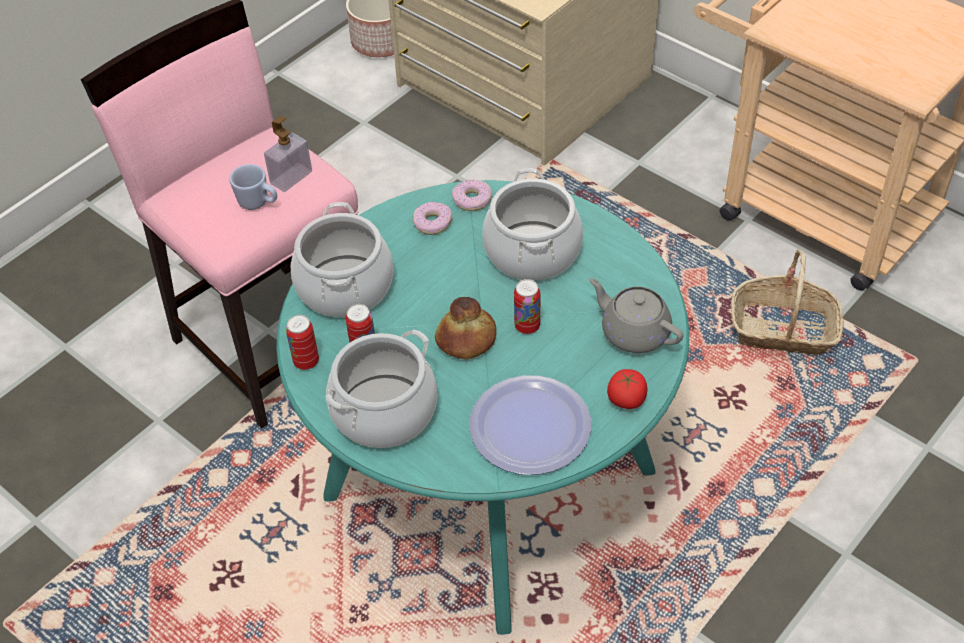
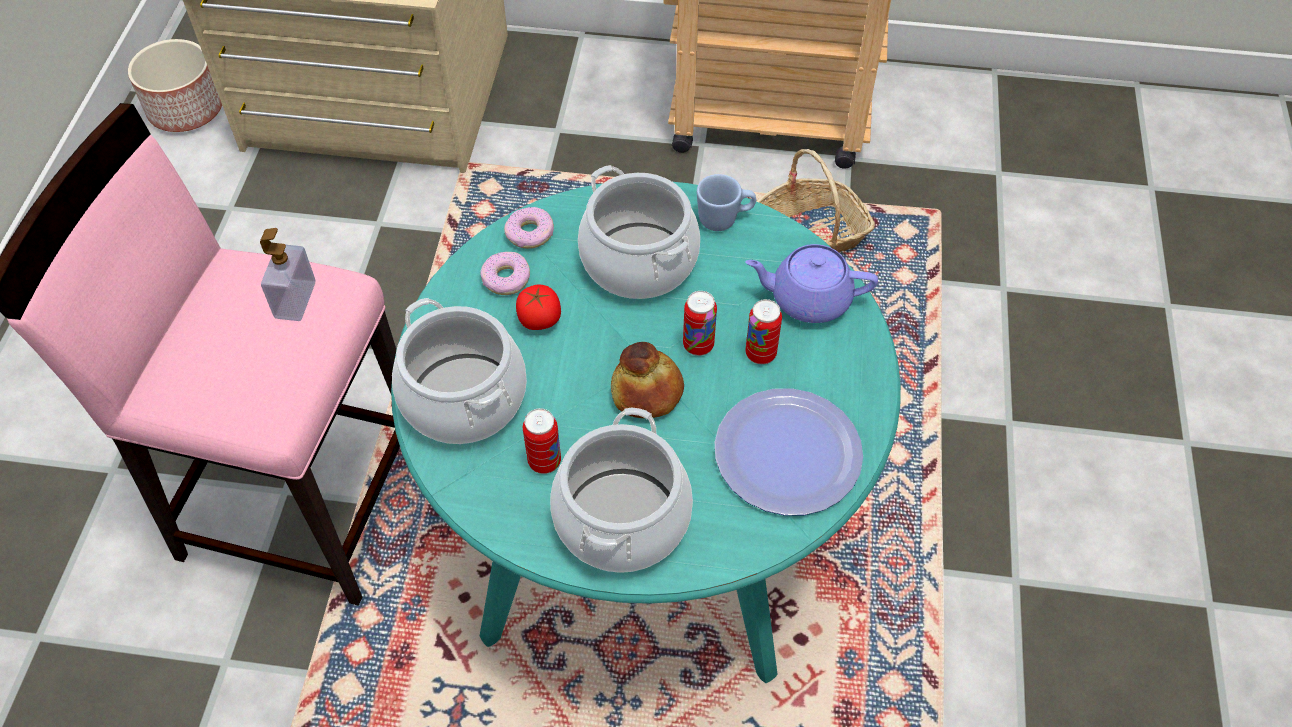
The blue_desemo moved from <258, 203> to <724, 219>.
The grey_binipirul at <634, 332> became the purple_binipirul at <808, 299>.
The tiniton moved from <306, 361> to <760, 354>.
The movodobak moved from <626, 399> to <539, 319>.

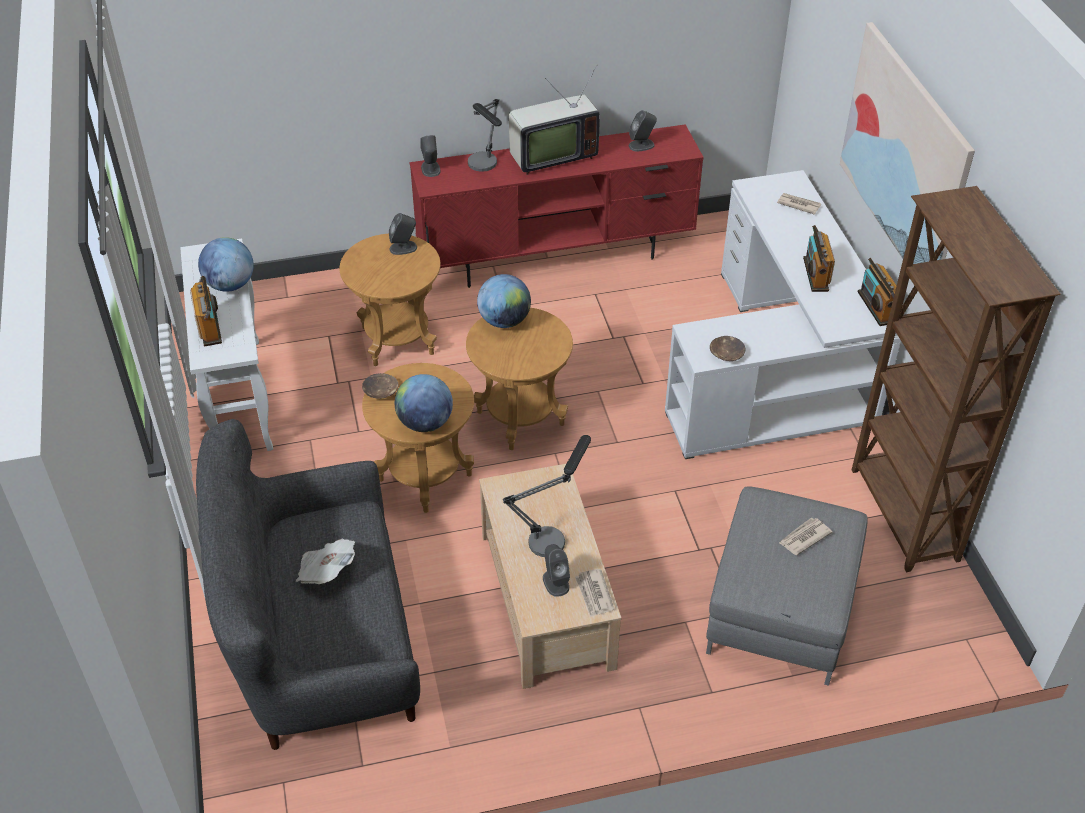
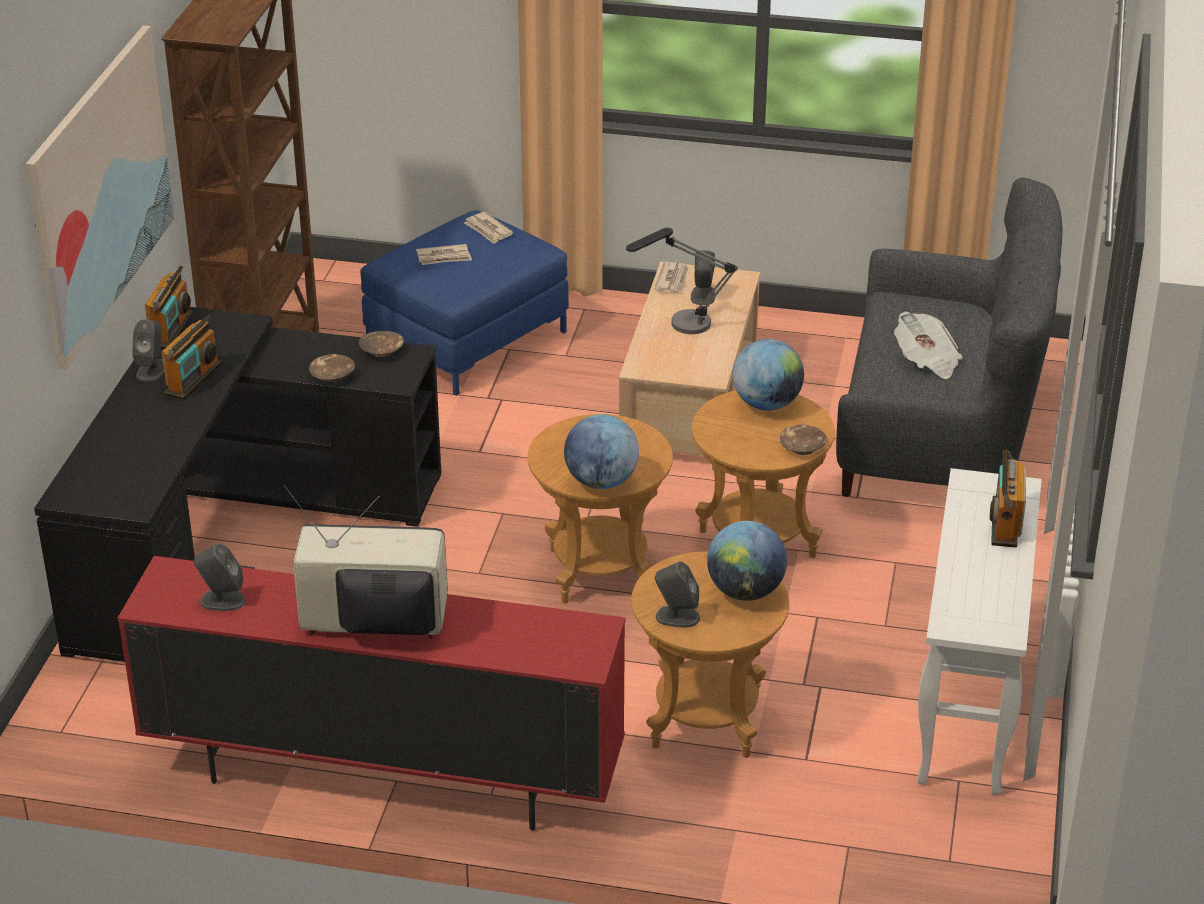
The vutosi at <486, 167> disappeared.
The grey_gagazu moved from <430, 169> to <152, 370>.
The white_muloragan at <778, 368> became the black_muloragan at <232, 531>.
The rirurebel moved from <798, 204> to <488, 230>.
The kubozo moved from <230, 285> to <745, 591>.
The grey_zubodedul at <781, 610> became the blue_zubodedul at <467, 339>.
The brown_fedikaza at <333, 375> appeared.

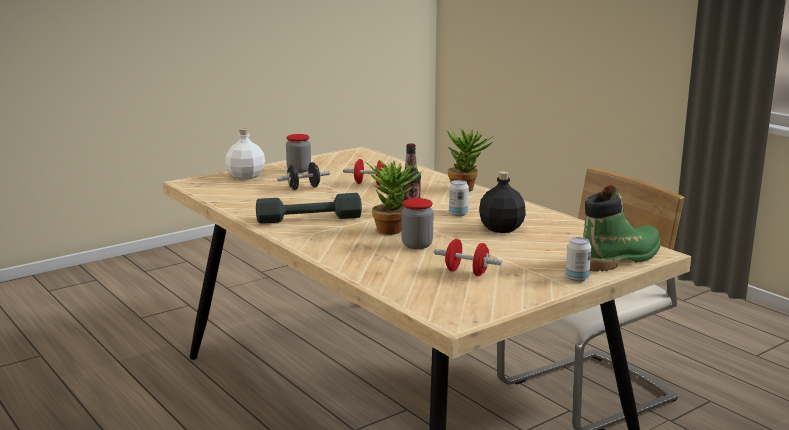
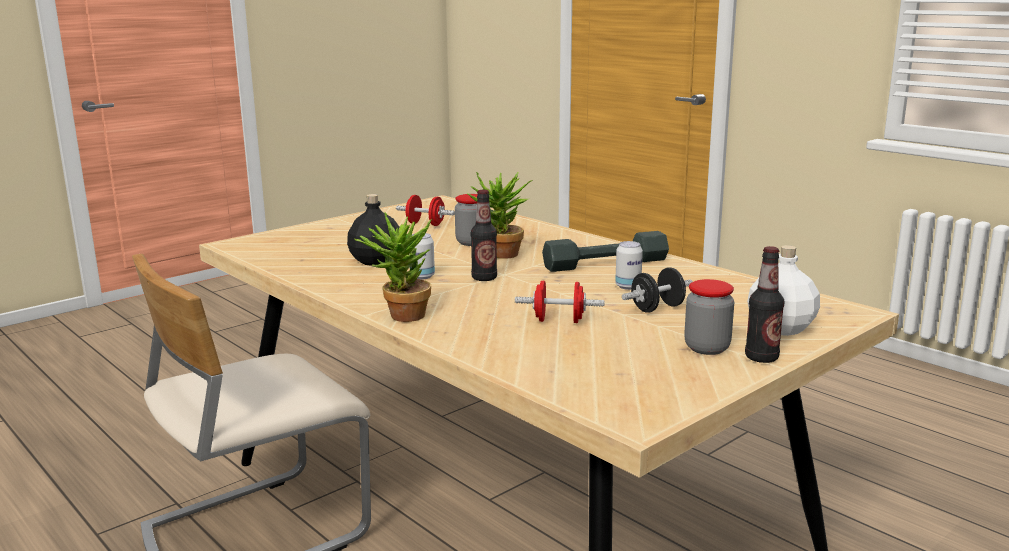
The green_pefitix at <620, 259> disappeared.
The tiniton moved from <577, 278> to <628, 286>.
The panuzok at <761, 358> appeared.

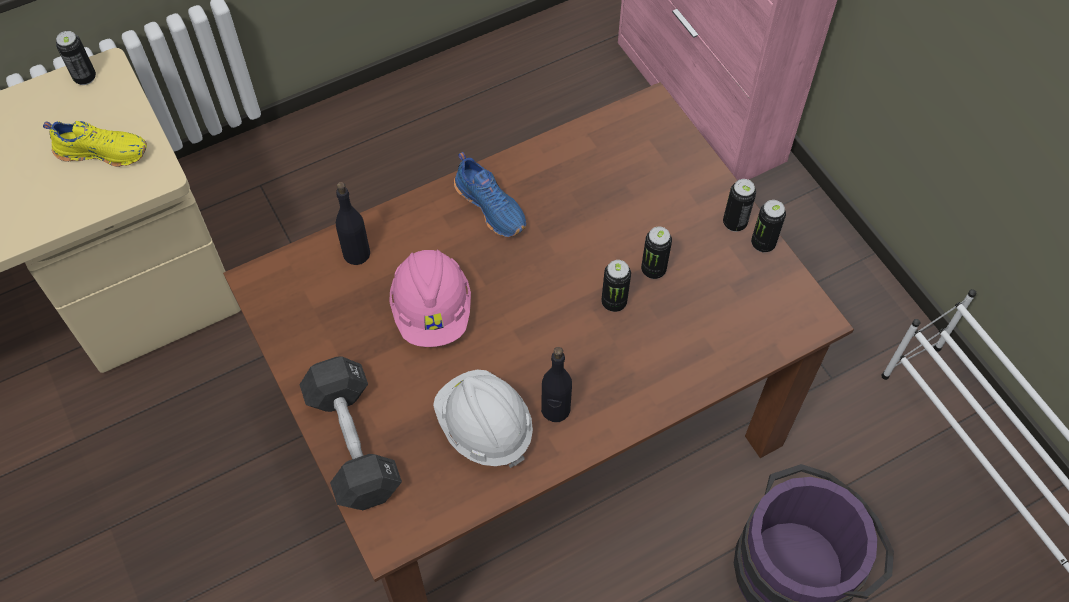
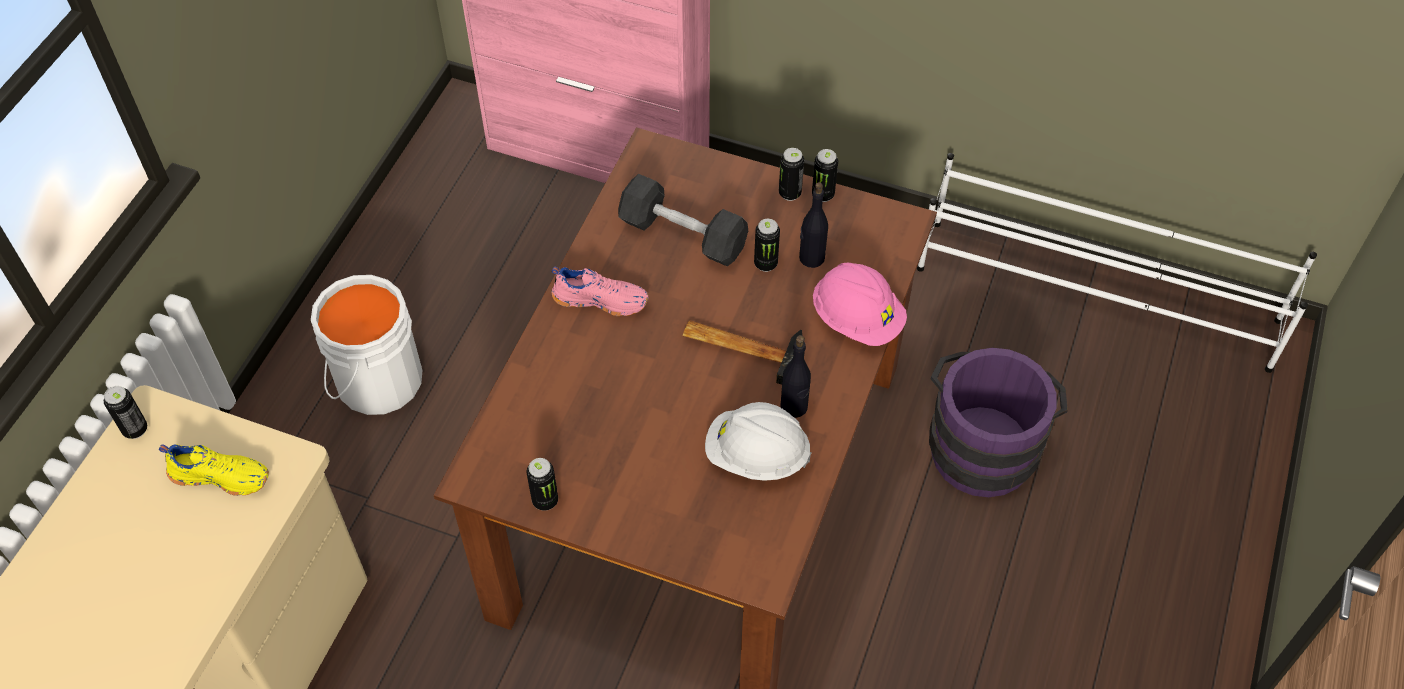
The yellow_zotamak at <103, 151> turned 45 degrees clockwise.
The blue_zotamak at <492, 206> became the pink_zotamak at <601, 299>.
The black_panuzok moved from <356, 253> to <811, 258>.
The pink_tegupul moved from <432, 310> to <857, 319>.
The tiniton moved from <614, 302> to <545, 500>.
The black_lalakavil moved from <353, 443> to <683, 235>.
The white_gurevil at <374, 379> appeared.
The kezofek at <741, 345> appeared.

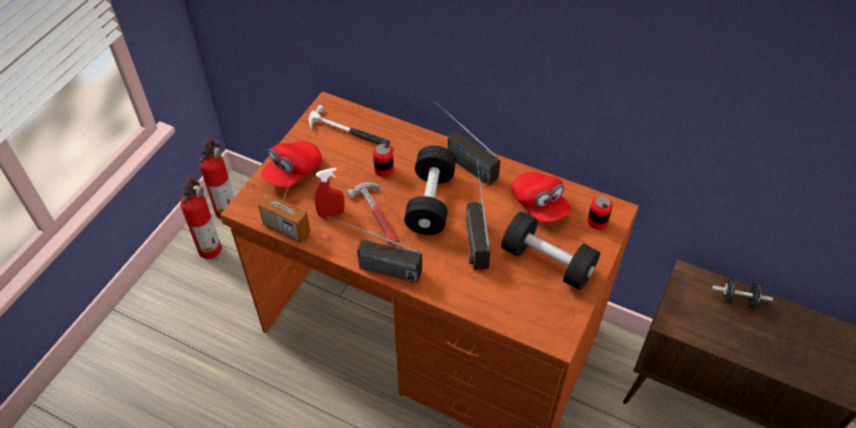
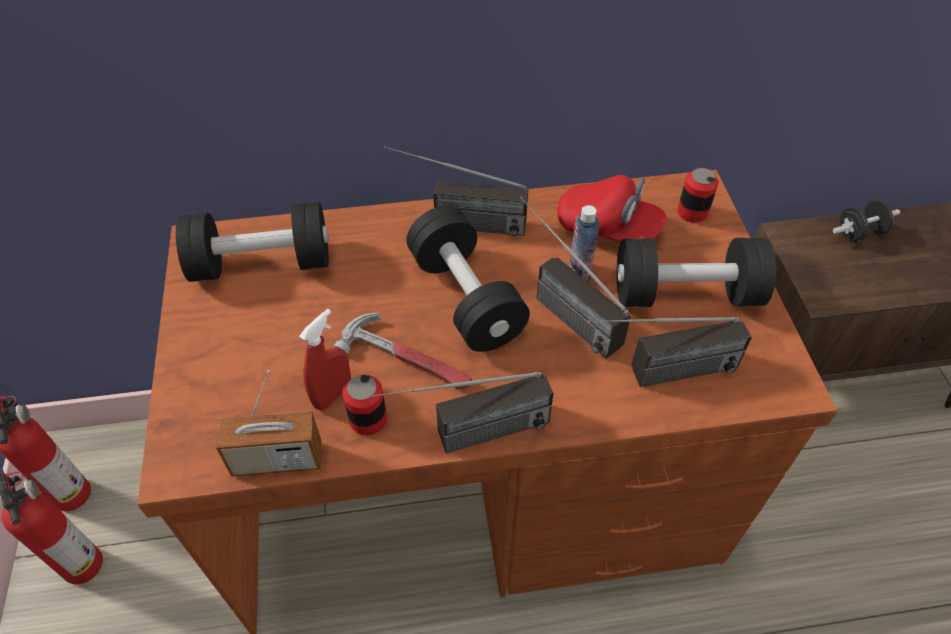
The kezofek at <348, 132> was replaced by the black_lalakavil at <262, 263>.
The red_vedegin at <293, 172> disappeared.
The tiniton moved from <384, 170> to <368, 419>.
The panuzok at <579, 272> appeared.
The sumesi at <658, 375> appeared.

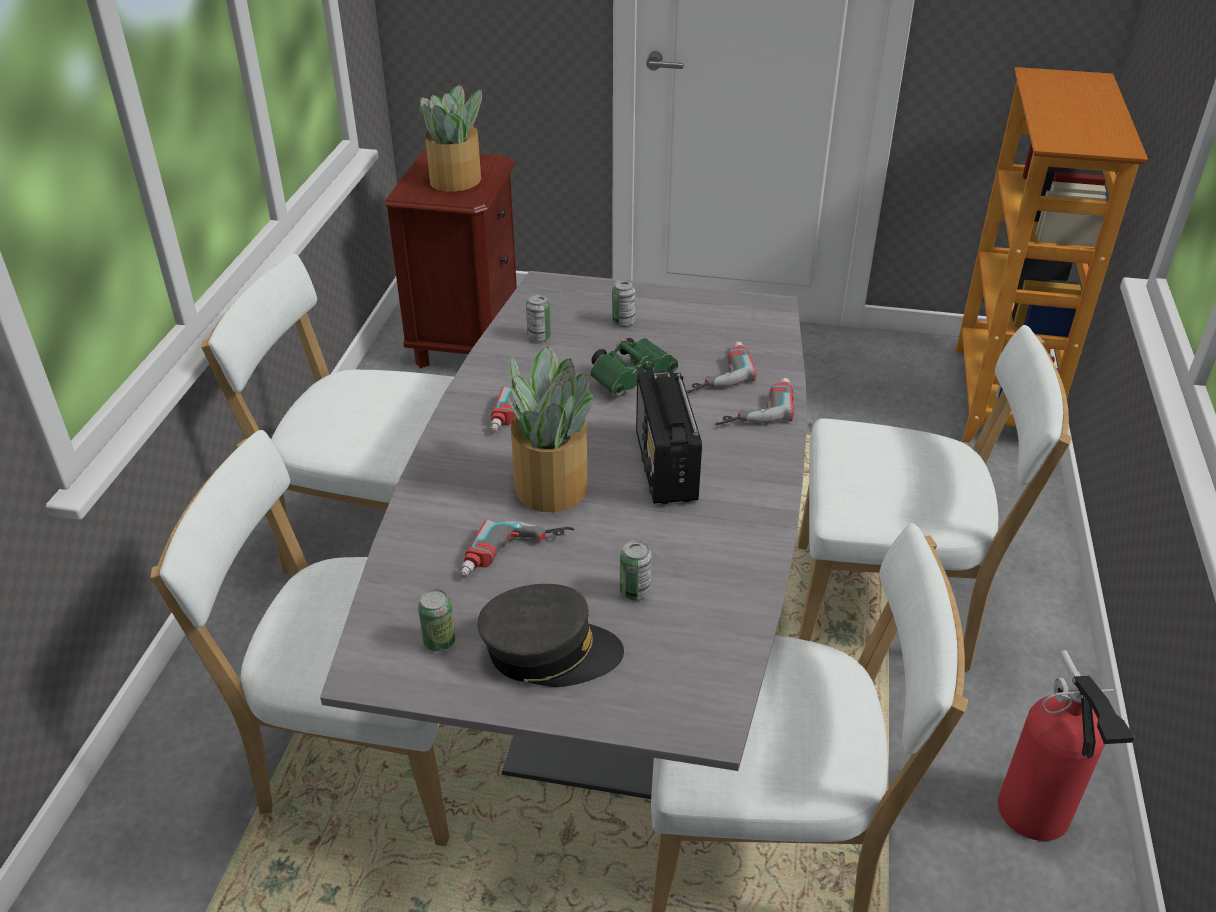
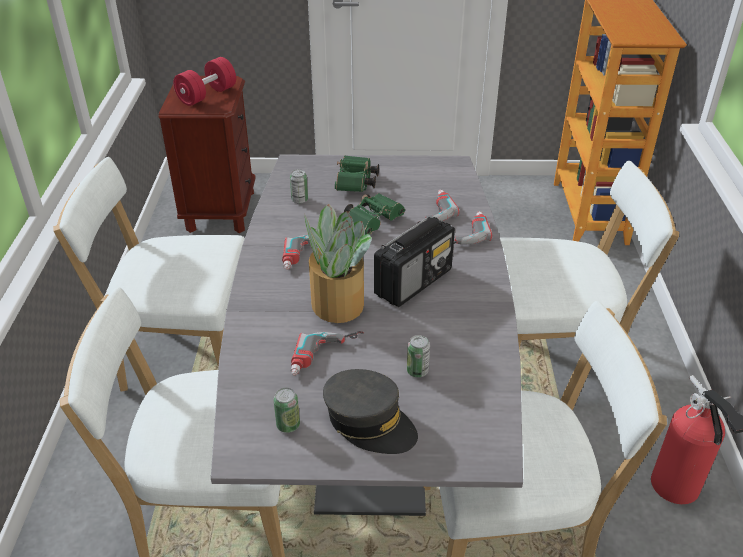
The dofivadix at <457, 180> was replaced by the red_lalakavil at <207, 95>.
The tiniton at <623, 322> was replaced by the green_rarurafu at <356, 184>.
The sumesi at <665, 467> turned 120 degrees counterclockwise.
The grey_vedegin at <549, 652> turned 45 degrees clockwise.

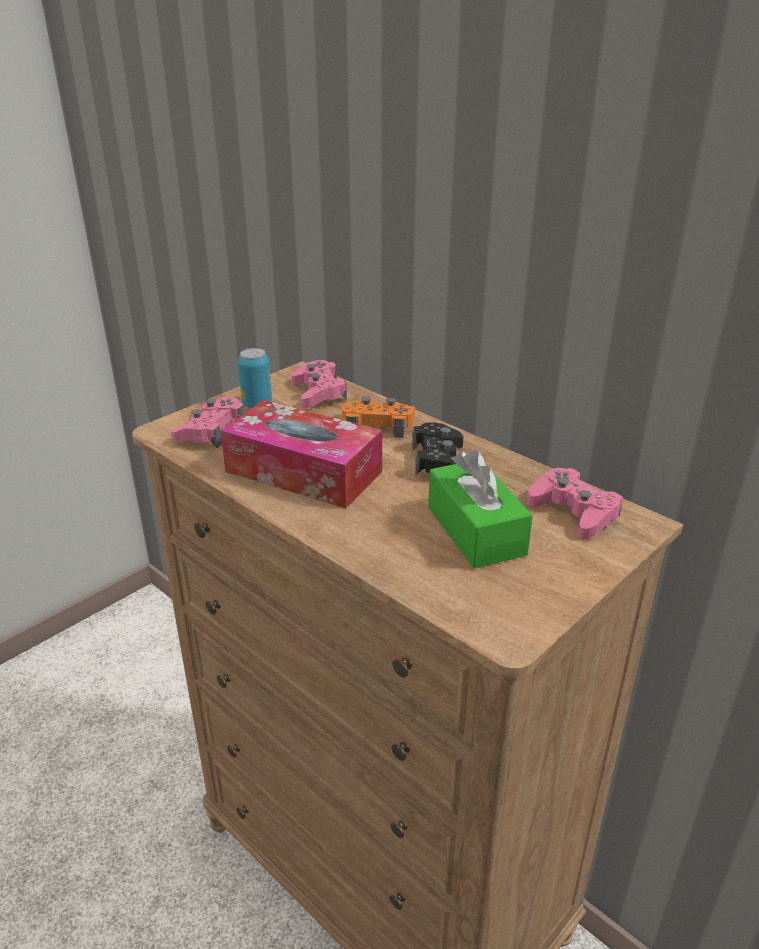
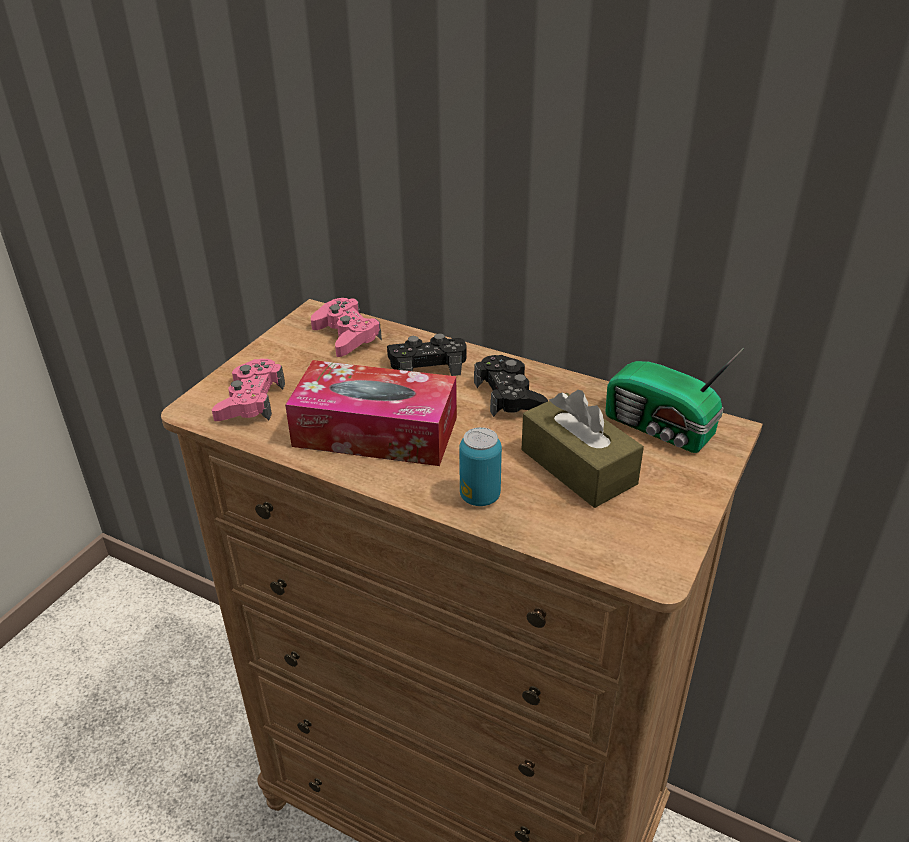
The tiniton moved from <257, 404> to <480, 496>.
The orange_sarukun at <378, 425> became the black_sarukun at <427, 364>.
The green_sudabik at <475, 531> became the brown_sudabik at <578, 467>.
The pink_sarukun at <574, 512> was replaced by the sumesi at <660, 429>.

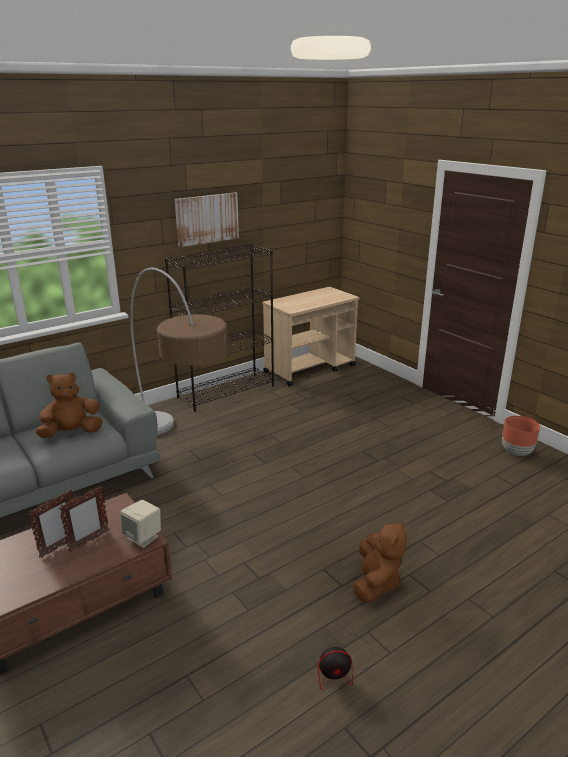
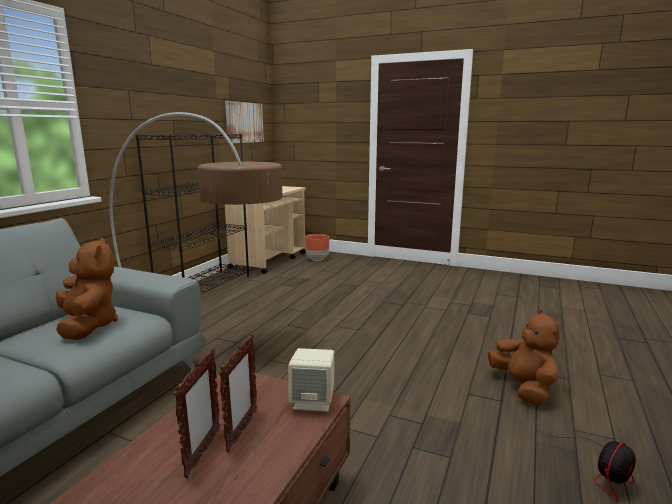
The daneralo moved from <207, 219> to <244, 122>.
The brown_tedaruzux at <72, 433> turned 120 degrees clockwise.
The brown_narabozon moved from <516, 452> to <317, 259>.

